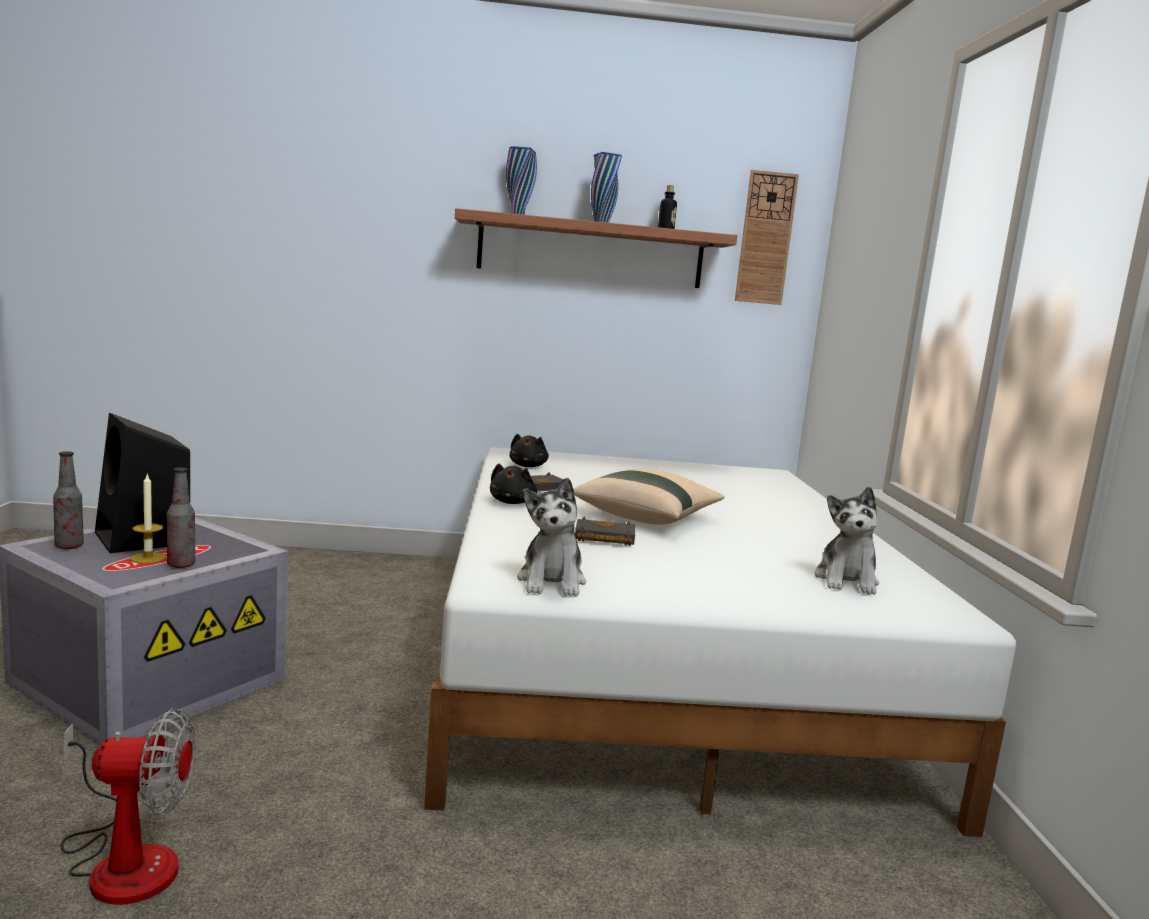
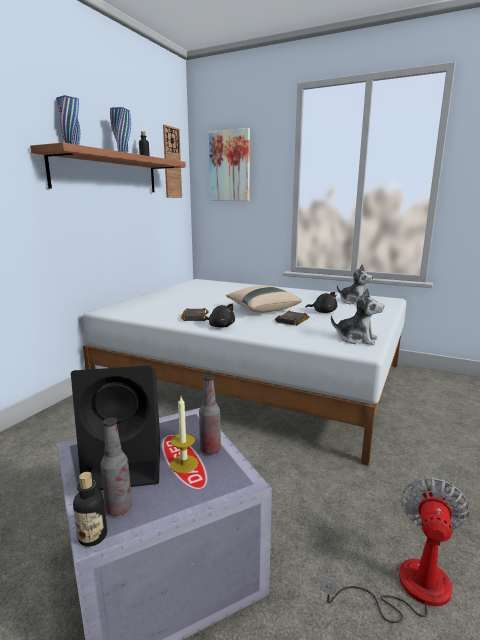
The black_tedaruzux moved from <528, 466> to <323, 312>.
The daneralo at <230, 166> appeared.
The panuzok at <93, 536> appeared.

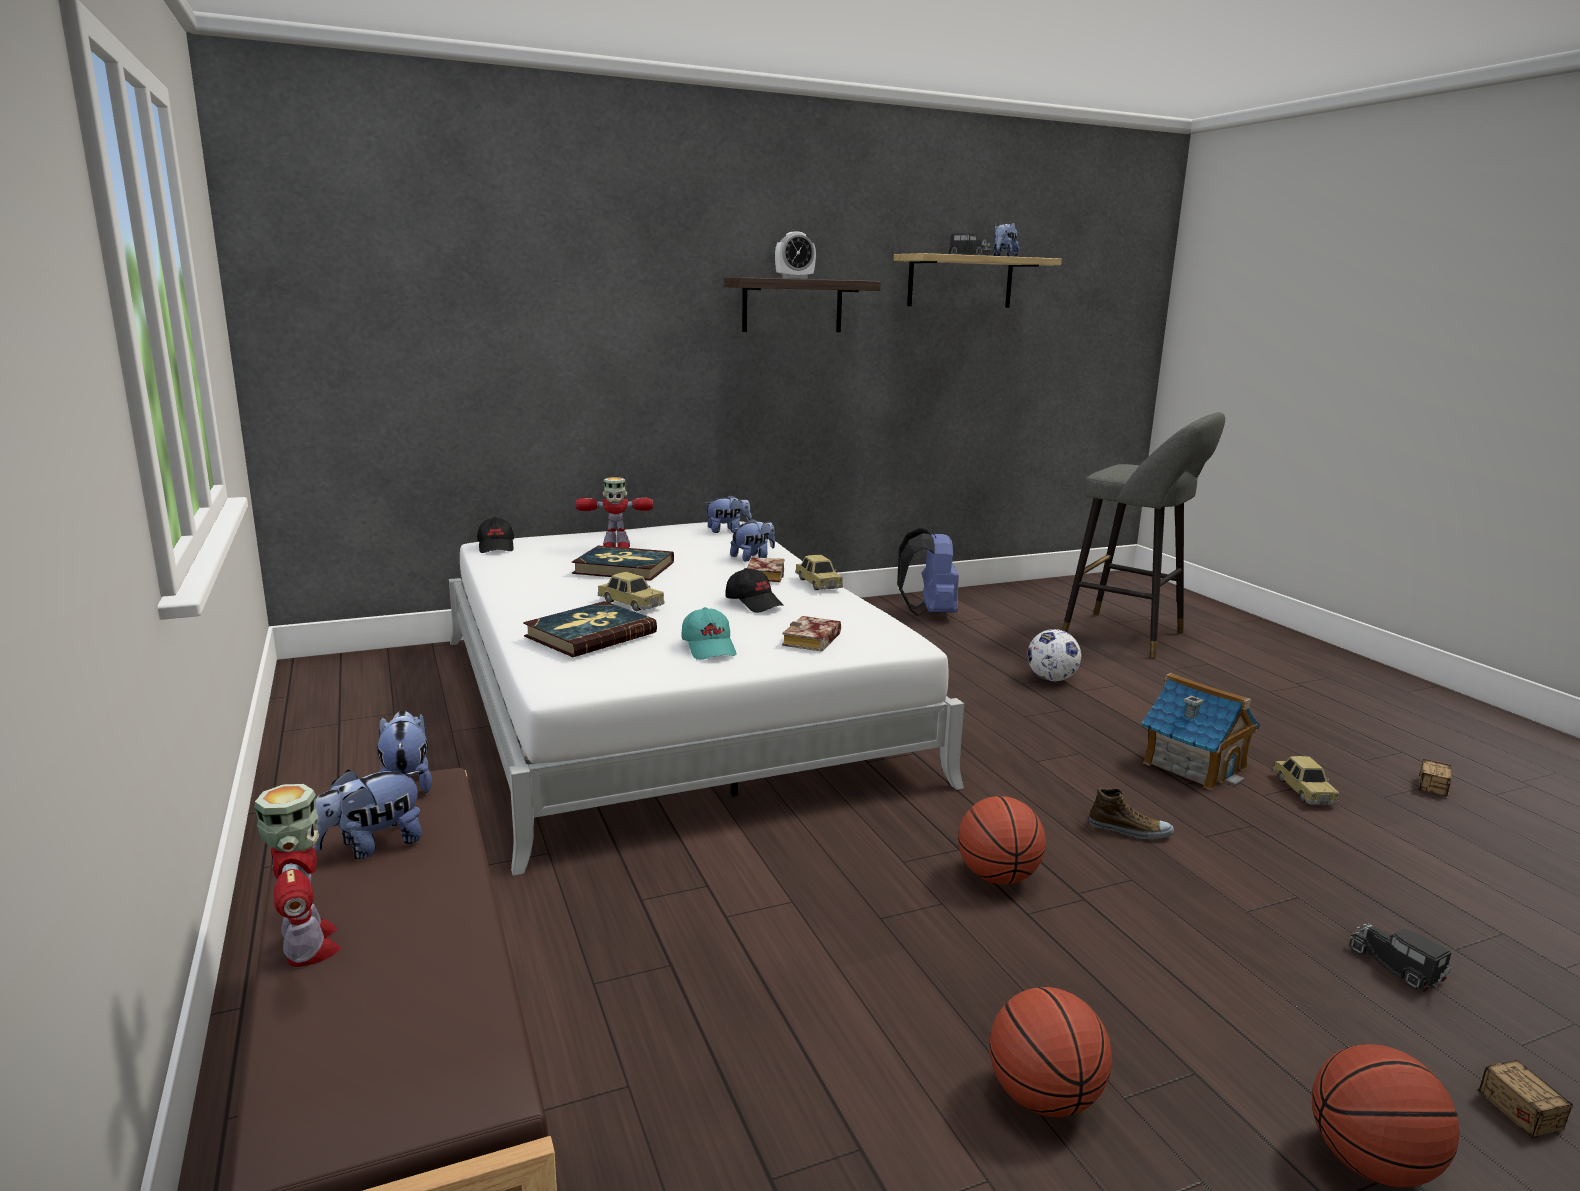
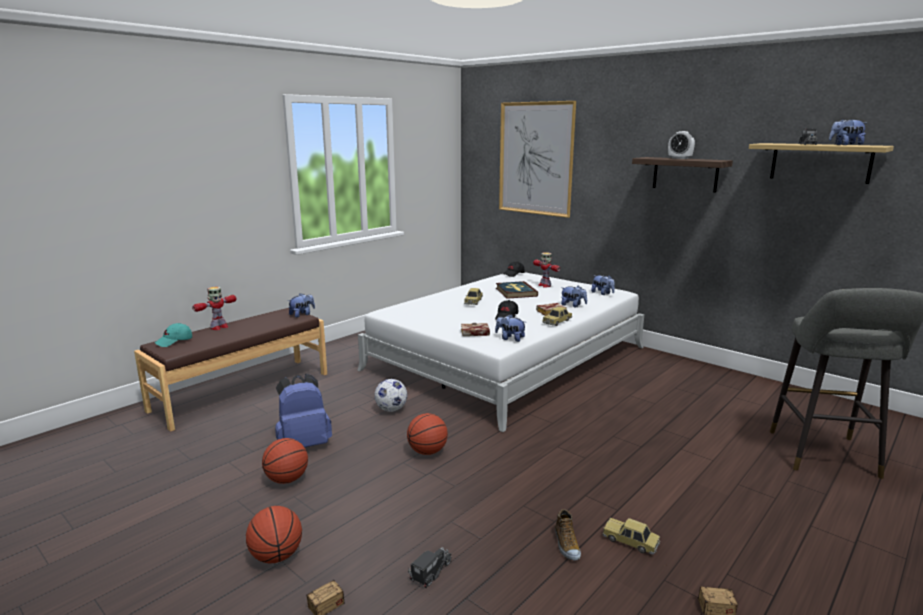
The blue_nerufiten moved from <929, 613> to <304, 444>.
The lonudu at <590, 634> disappeared.
The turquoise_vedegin moved from <709, 648> to <174, 341>.
The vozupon moved from <1051, 679> to <391, 409>.
The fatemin at <1194, 765> disappeared.
The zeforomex at <1303, 790> turned 60 degrees clockwise.
The tedaruzux moved from <372, 846> to <510, 338>.
The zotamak moved from <1129, 830> to <566, 545>.
The daneralo at <535, 158> appeared.

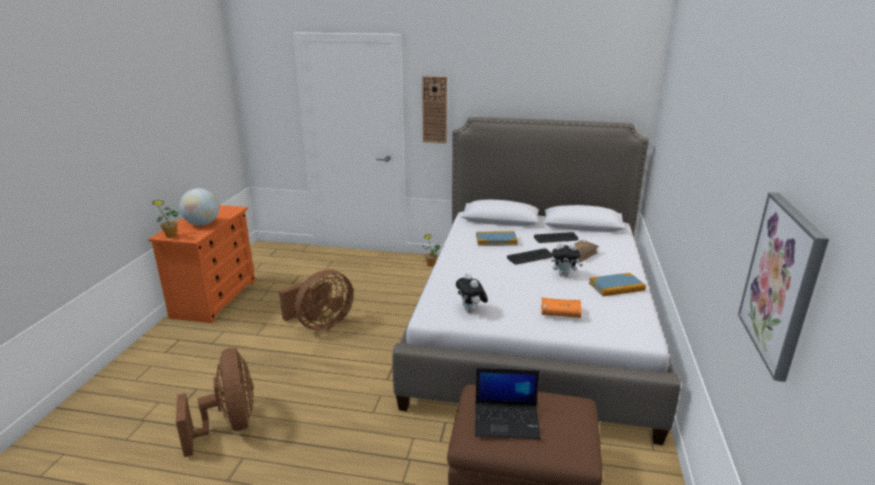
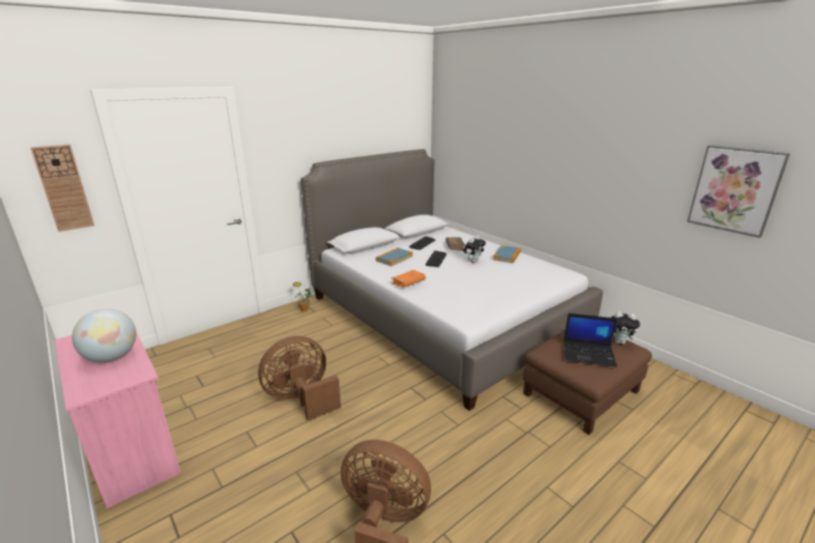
The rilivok moved from <434, 110> to <64, 188>.
The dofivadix at <171, 236> disappeared.
The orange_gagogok at <215, 298> became the pink_gagogok at <133, 451>.
The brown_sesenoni at <320, 324> turned 120 degrees counterclockwise.
The tedaruzux moved from <471, 311> to <620, 342>.
The orange_lonudu moved from <560, 313> to <408, 283>.
The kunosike at <507, 420> turned 60 degrees clockwise.

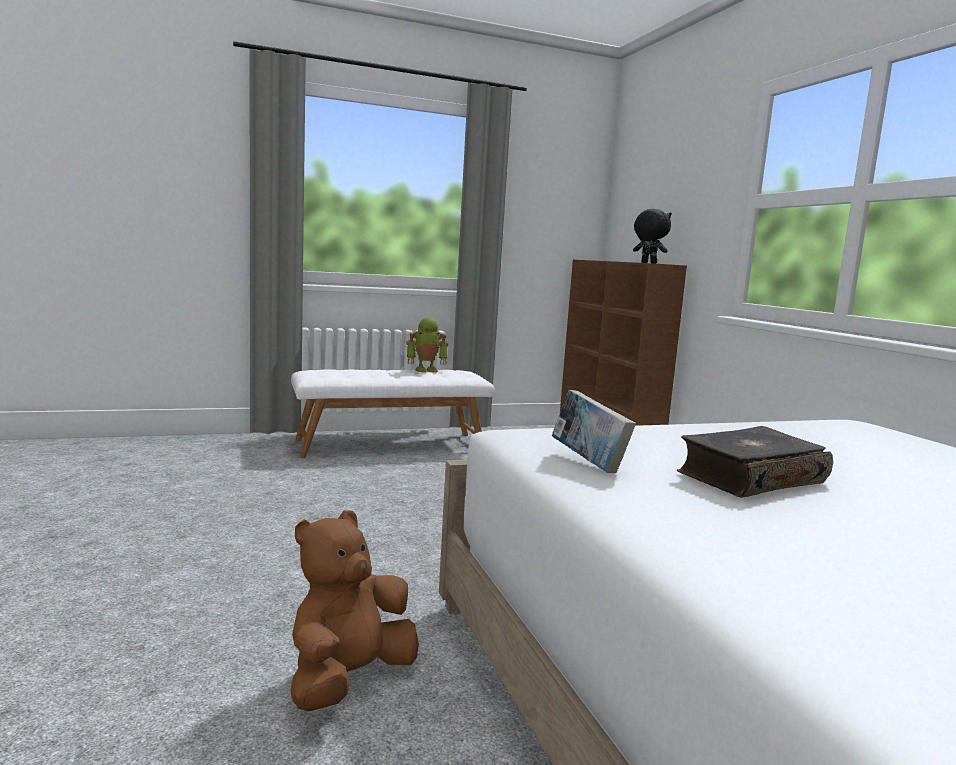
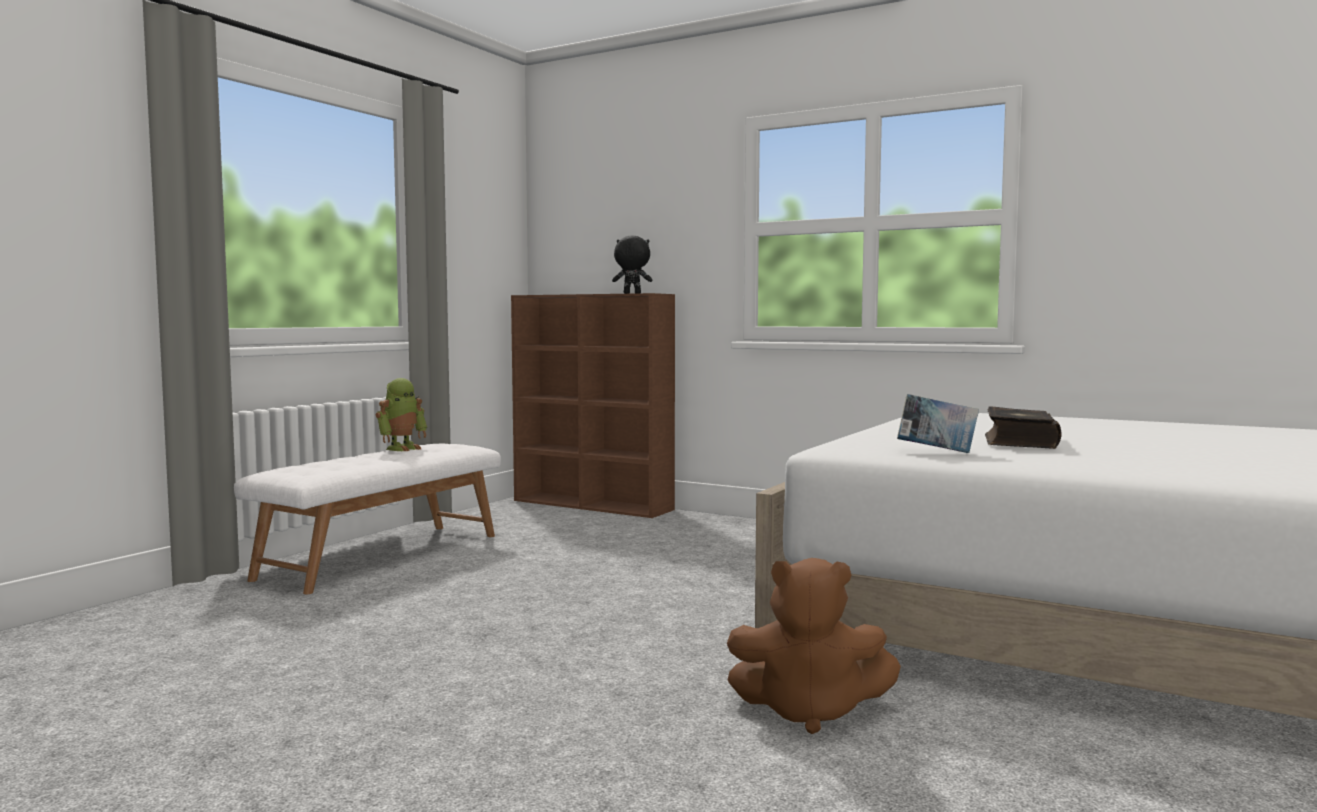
The brown_tedaruzux at <349, 679> turned 75 degrees counterclockwise.

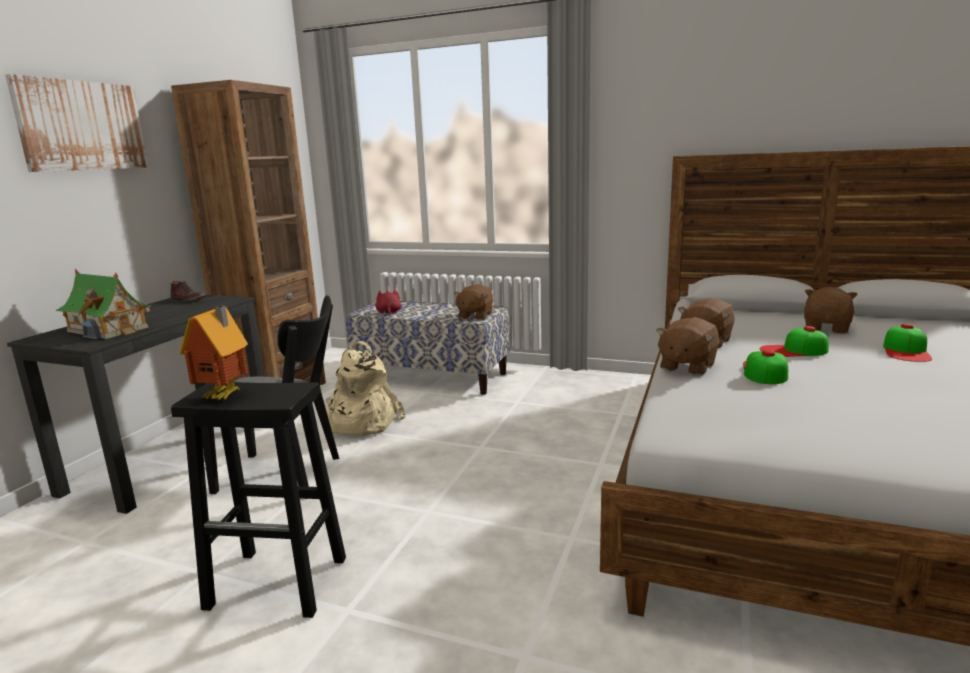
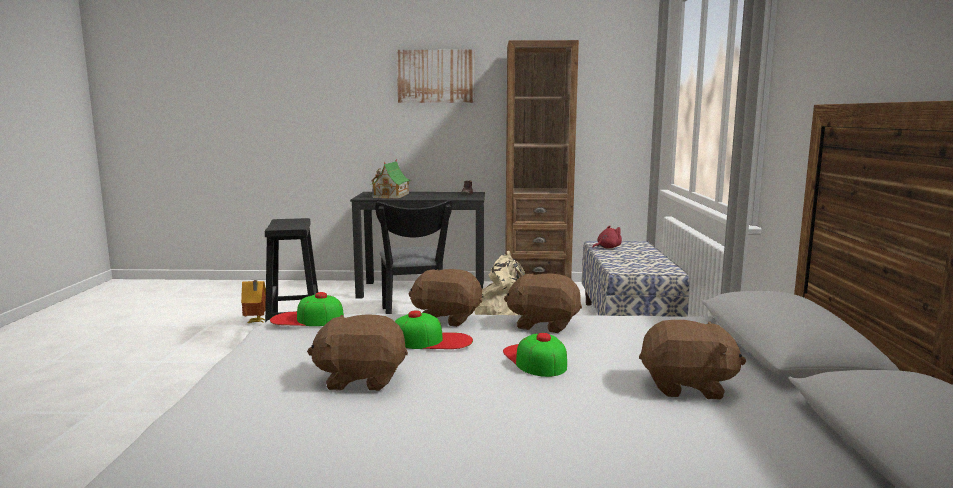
The brown_tedaruzux moved from <475, 316> to <361, 379>.
The fatemin moved from <225, 396> to <256, 322>.
The vedegin moved from <906, 351> to <307, 319>.

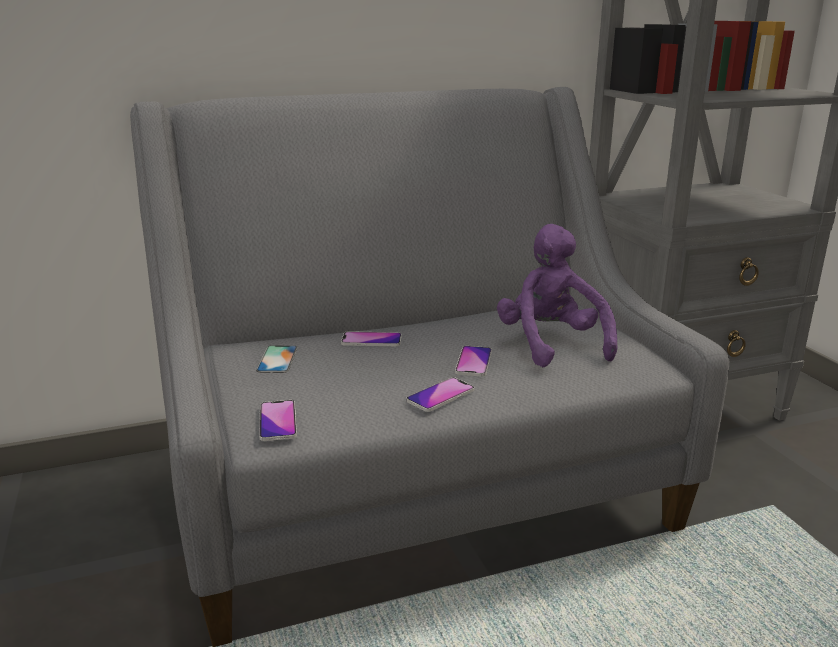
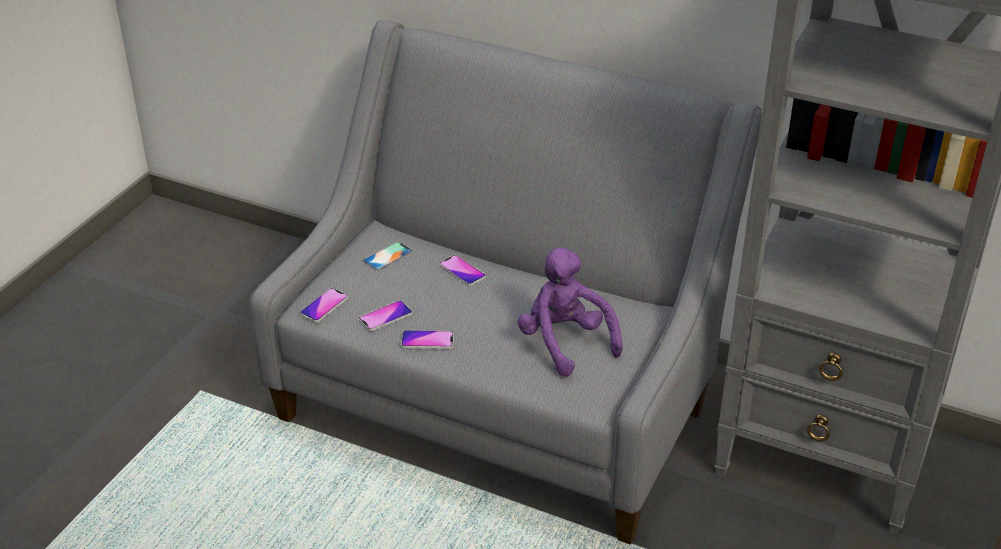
The purple_tedaruzux at <551, 344> turned 60 degrees counterclockwise.
The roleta moved from <473, 362> to <385, 316>.

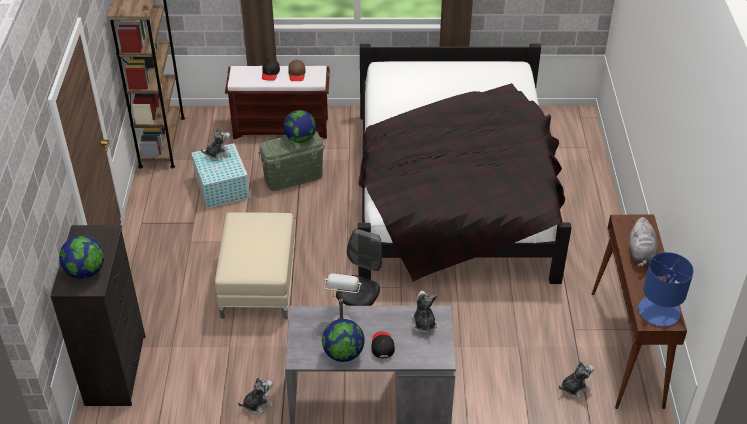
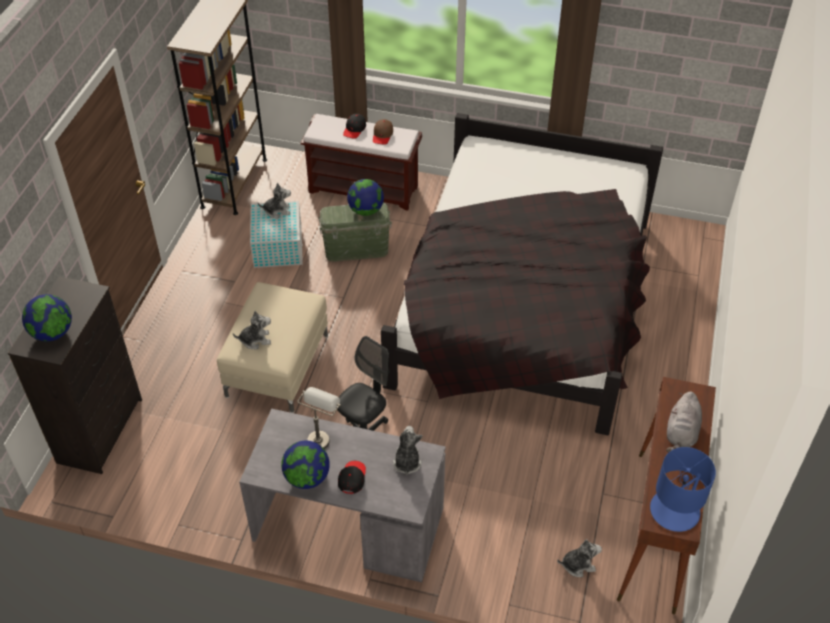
The tedaruzux moved from <257, 404> to <255, 340>.

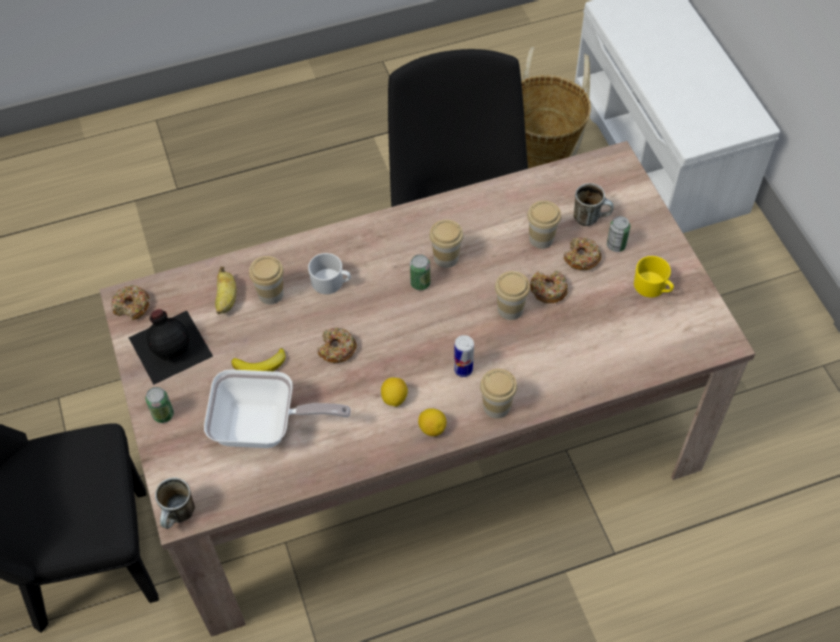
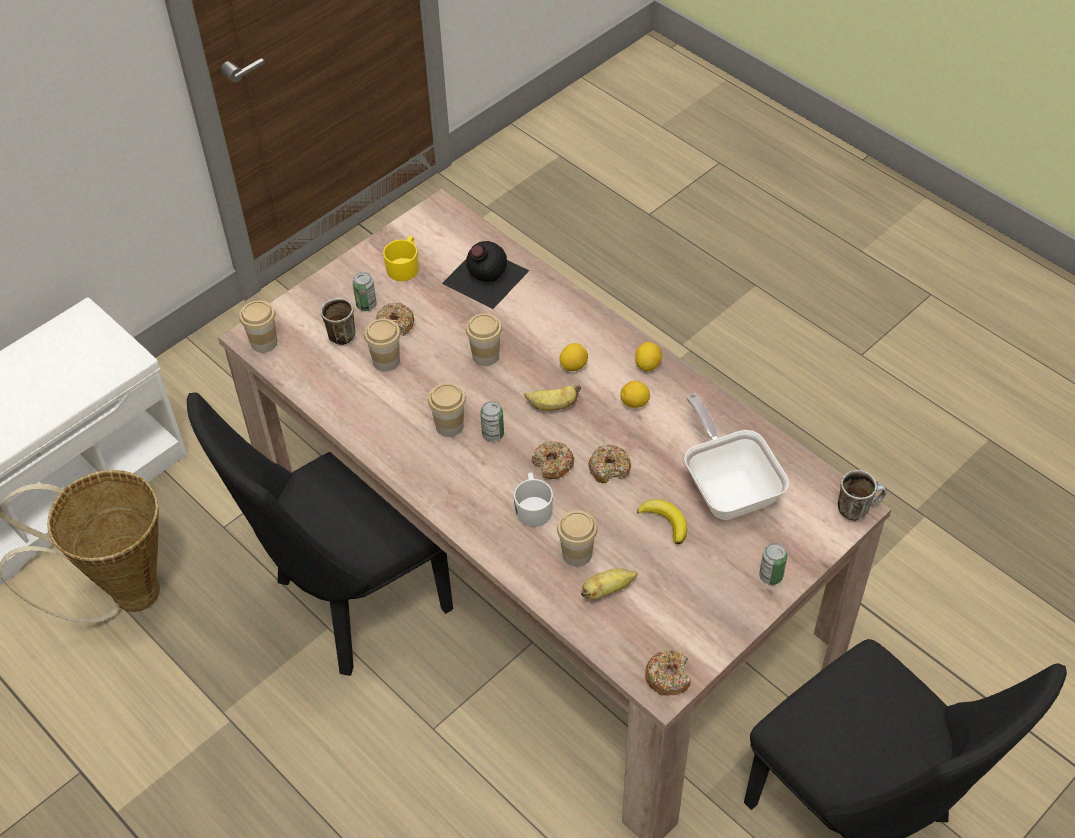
The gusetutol moved from <548, 290> to <553, 464>.
The black_panuzok moved from <171, 345> to <484, 277>.
The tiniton at <463, 369> was replaced by the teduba at <573, 366>.
The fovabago moved from <496, 406> to <264, 342>.
The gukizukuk at <552, 406> appeared.

